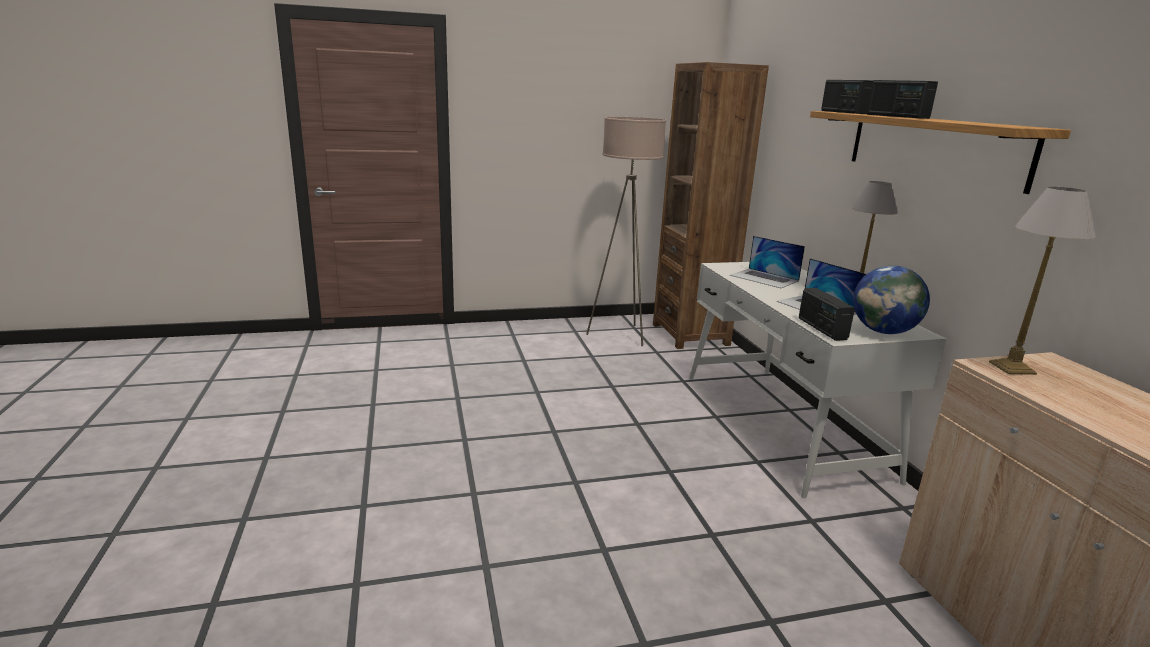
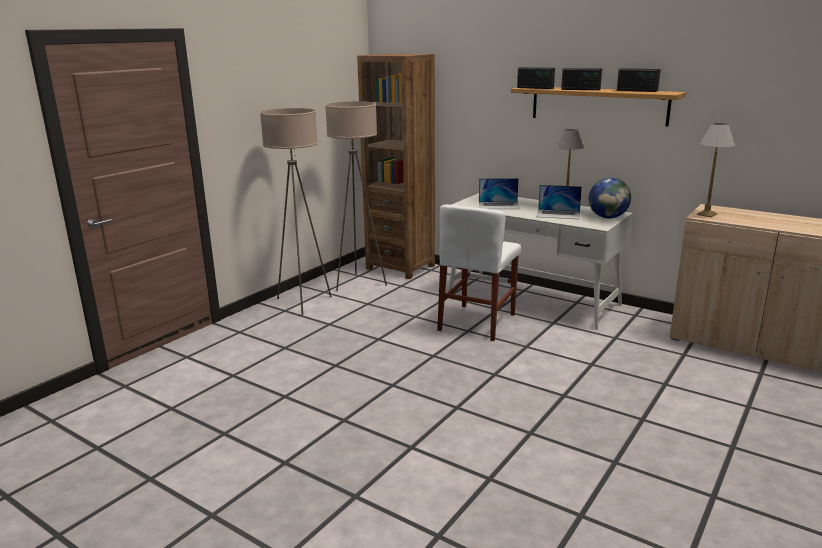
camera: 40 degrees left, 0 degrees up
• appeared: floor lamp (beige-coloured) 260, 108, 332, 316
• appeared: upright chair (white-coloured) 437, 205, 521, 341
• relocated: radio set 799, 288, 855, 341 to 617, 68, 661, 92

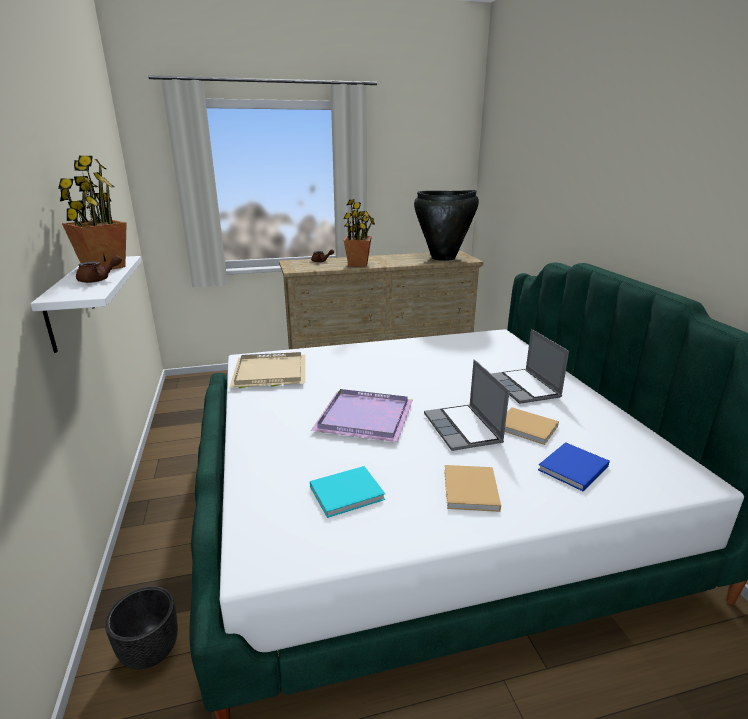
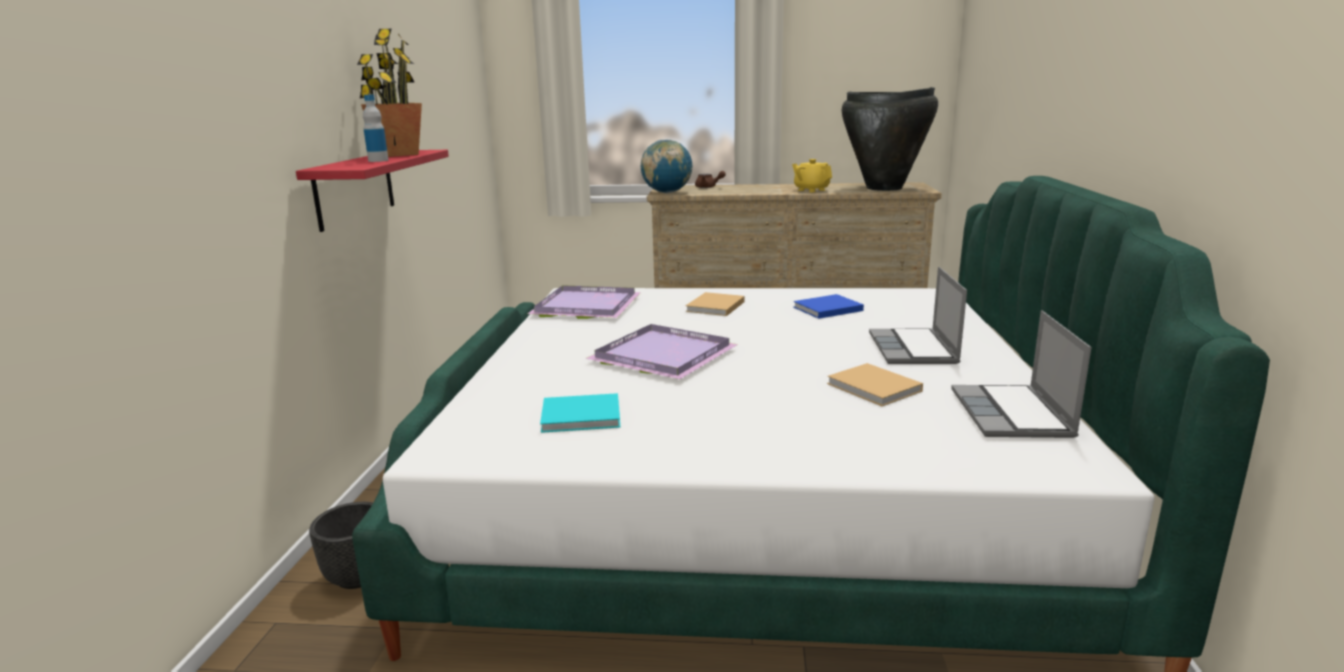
camera: 20 degrees right, 5 degrees down
• colour: shelf (white-coloured) 30, 256, 142, 353 to shelf (reddish) 296, 150, 449, 232
• exchanged: teapot (brownish) 76, 255, 122, 283 to beverage bottle 363, 95, 388, 162
• colour: serving tray (beige-coloured) 229, 352, 305, 388 to serving tray (purple) 528, 285, 641, 319
• appeared: desk globe 641, 140, 692, 193
• relocated: volume (beige-coloured) 444, 465, 501, 512 to 686, 292, 745, 316
• appeared: teapot (yellowish) 792, 159, 832, 192
• relocated: volume (blue-coloured) 538, 442, 610, 492 to 794, 294, 864, 319
• relocated: notebook computer 424, 360, 510, 451 to 951, 310, 1092, 438
• missing: potted plant 343, 199, 375, 267

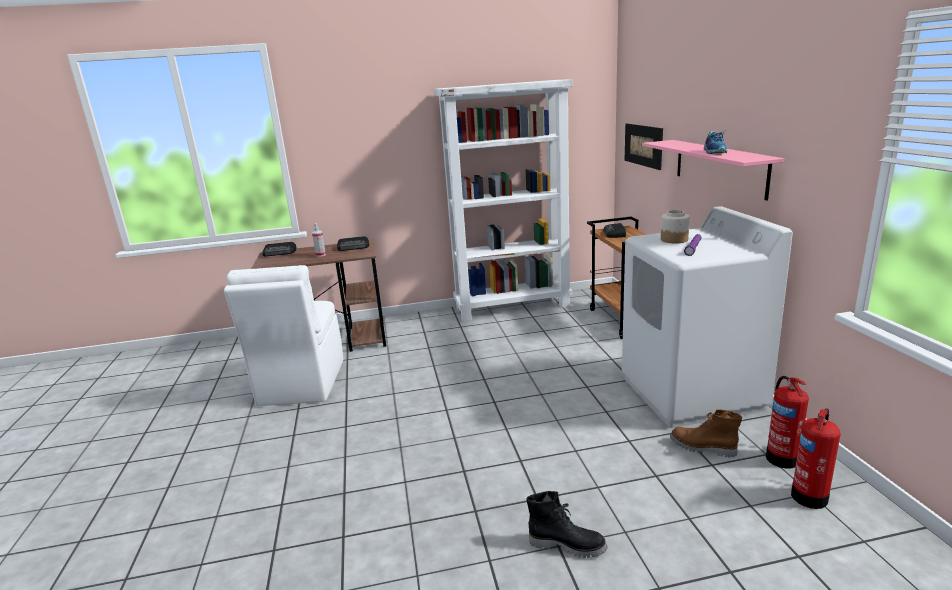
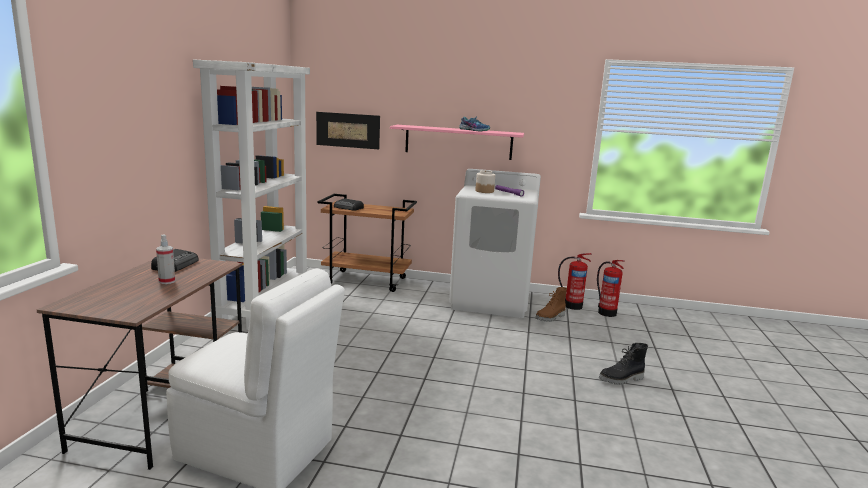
camera: 70 degrees left, 5 degrees down
• spun: high-top boot (black-coloured) 526, 491, 607, 558 = 599, 343, 648, 385 150 degrees counterclockwise
• missing: radio set 263, 242, 297, 256

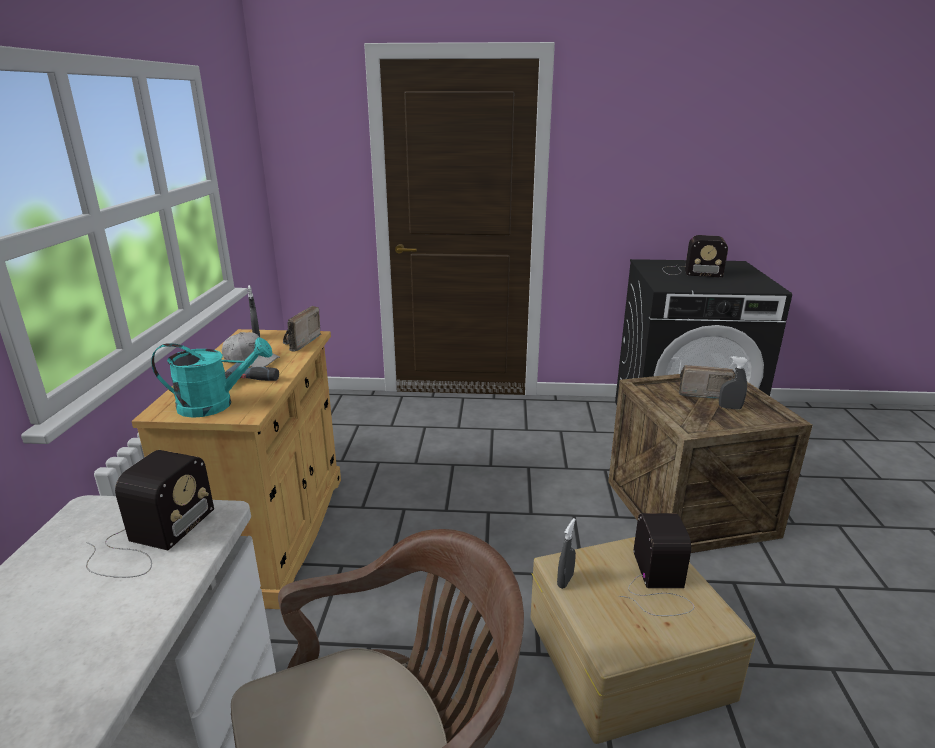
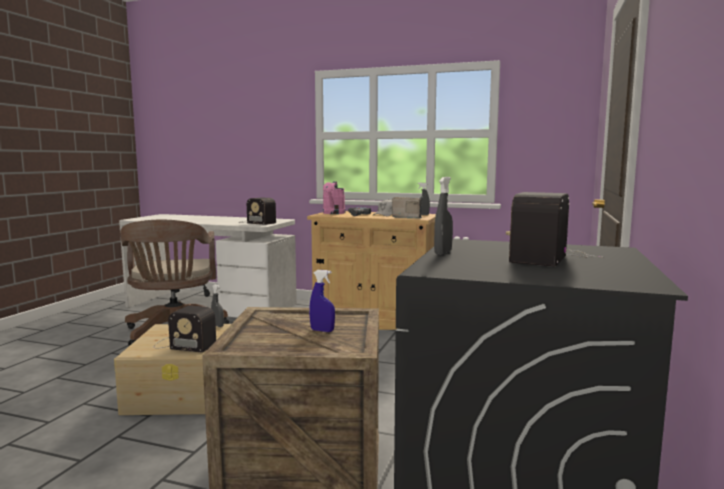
camera: 105 degrees right, 15 degrees down
• exchanged: radio set 679, 365, 735, 399 to hand sprayer (blue-coloured) 309, 270, 335, 332
• colour: watering pot (turquoise-coloured) 151, 337, 273, 418 to watering pot (pink-coloured) 323, 181, 345, 214
• relocated: hand sprayer (gray) 719, 356, 748, 410 to 434, 177, 453, 255

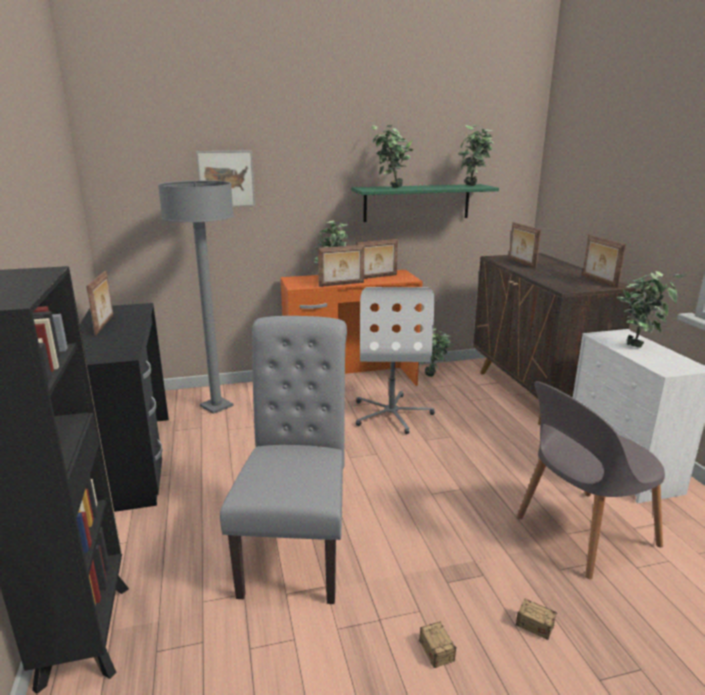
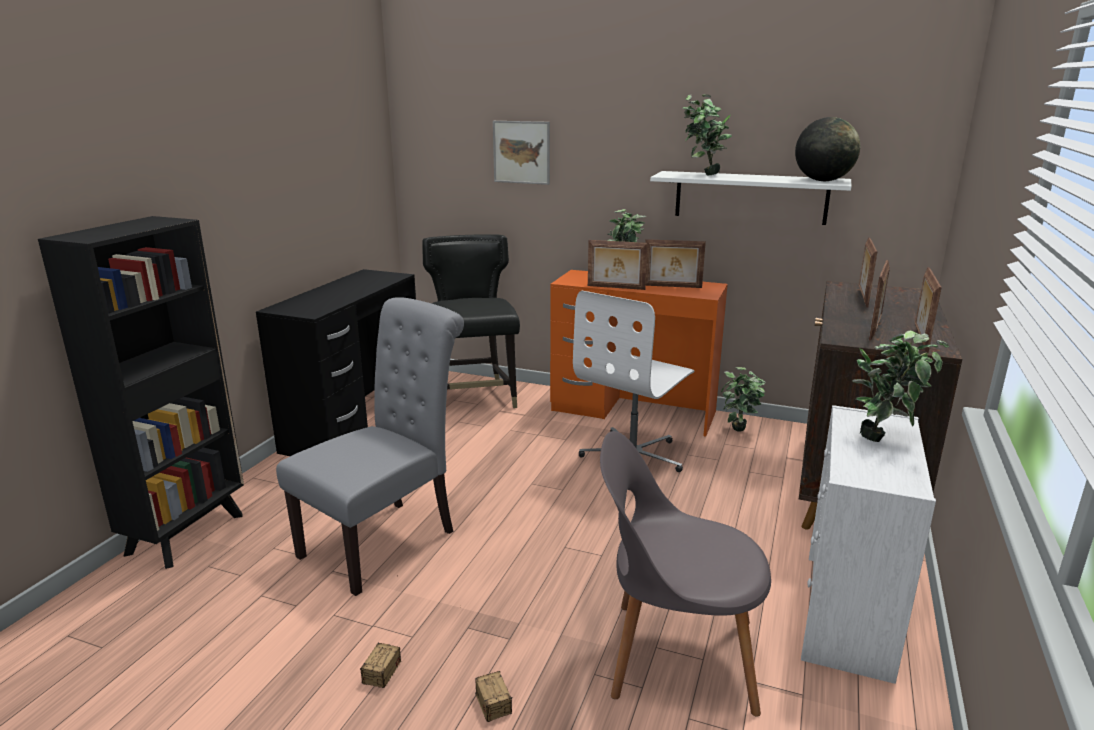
camera: 35 degrees right, 0 degrees up
• exchanged: floor lamp (gray) 158, 180, 234, 414 to upright chair (black-coloured) 422, 234, 520, 408
• colour: shelf (greenish) 351, 184, 499, 222 to shelf (white-coloured) 650, 171, 852, 225
• exchanged: potted plant 458, 125, 494, 186 to desk globe 795, 117, 860, 181
• relocated: picture frame 86, 271, 113, 335 to 869, 260, 890, 341

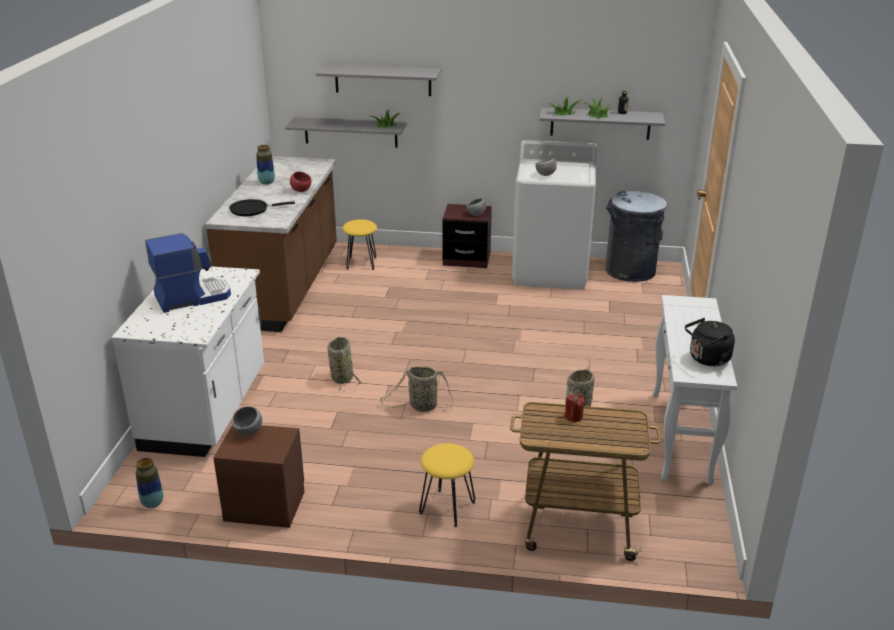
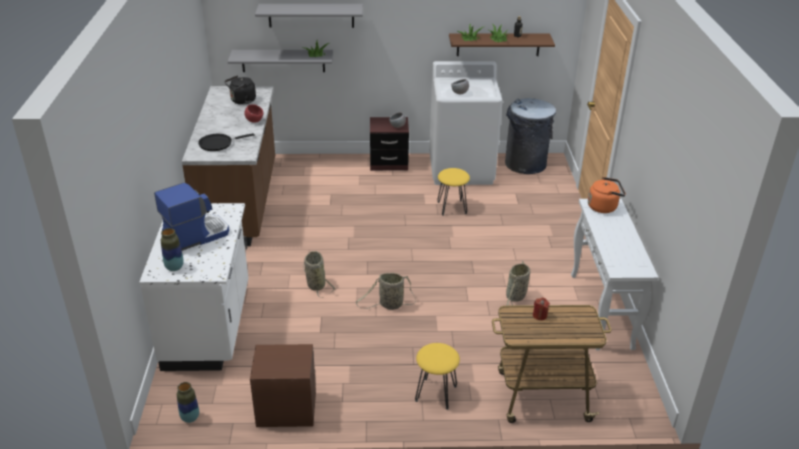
camera: 10 degrees left, 5 degrees up
• relocated: flower vase 256, 145, 275, 185 to 161, 228, 184, 271
• relocated: kettle (black-coloured) 685, 318, 735, 366 to 225, 76, 256, 105
• relocated: stool (yellowish) 342, 219, 377, 270 to 437, 168, 470, 216
• colour: shelf (gray) 539, 108, 665, 140 to shelf (brownish) 449, 33, 555, 56
• appeared: kettle (orange-coloured) 588, 177, 626, 213
• missing: bowl (gray) 232, 406, 262, 436

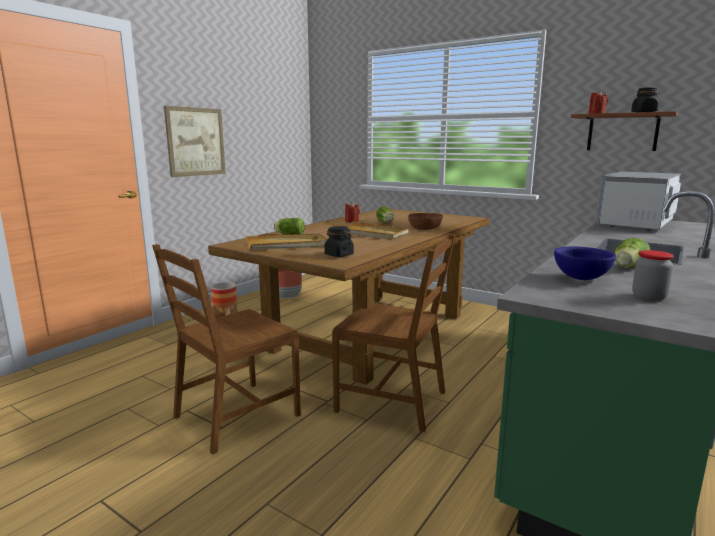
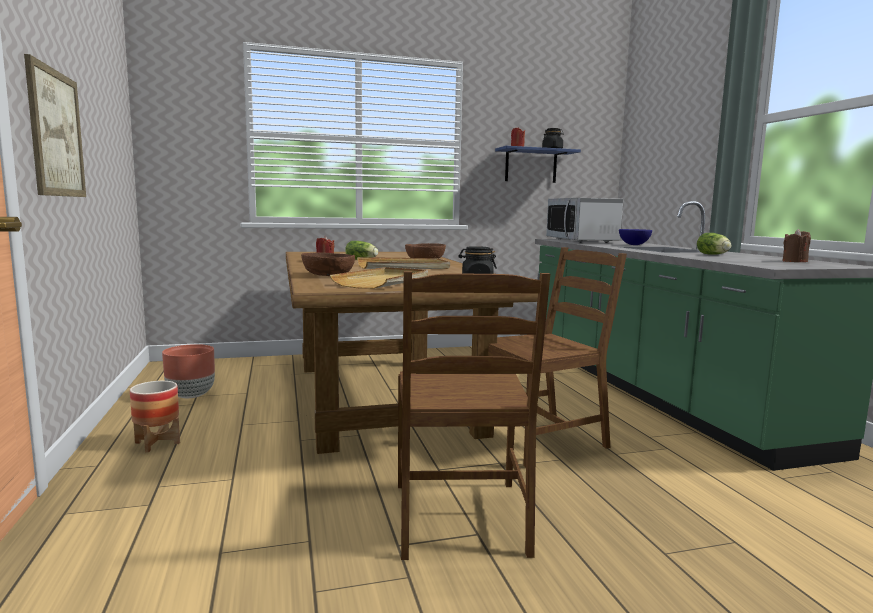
camera: 50 degrees left, 5 degrees down
• exchanged: lettuce 274, 218, 305, 235 to bowl (brownish) 301, 252, 355, 276
• colour: shelf (brownish) 571, 111, 678, 151 to shelf (blue-coloured) 495, 146, 581, 183
• relocated: bowl (blue-coloured) 554, 246, 616, 280 to 619, 229, 652, 245
• exchanged: storage jar 632, 250, 674, 301 to wax light (brownish) 782, 229, 811, 262

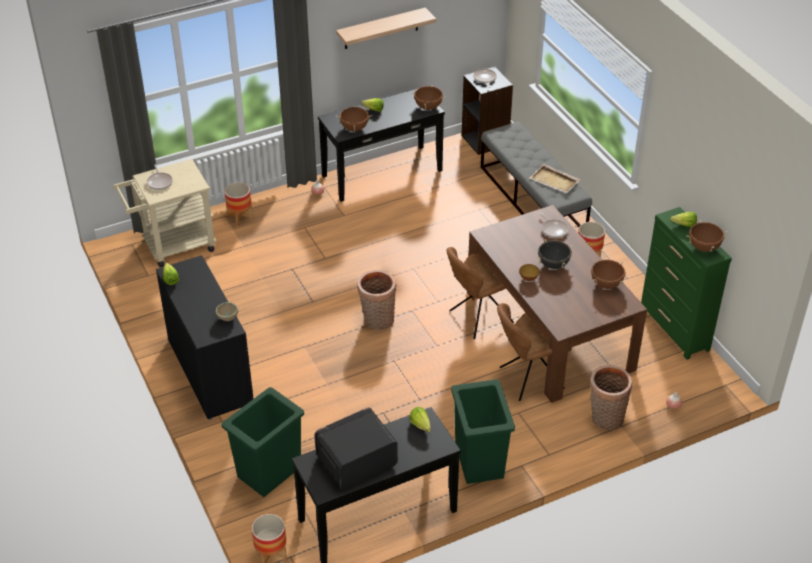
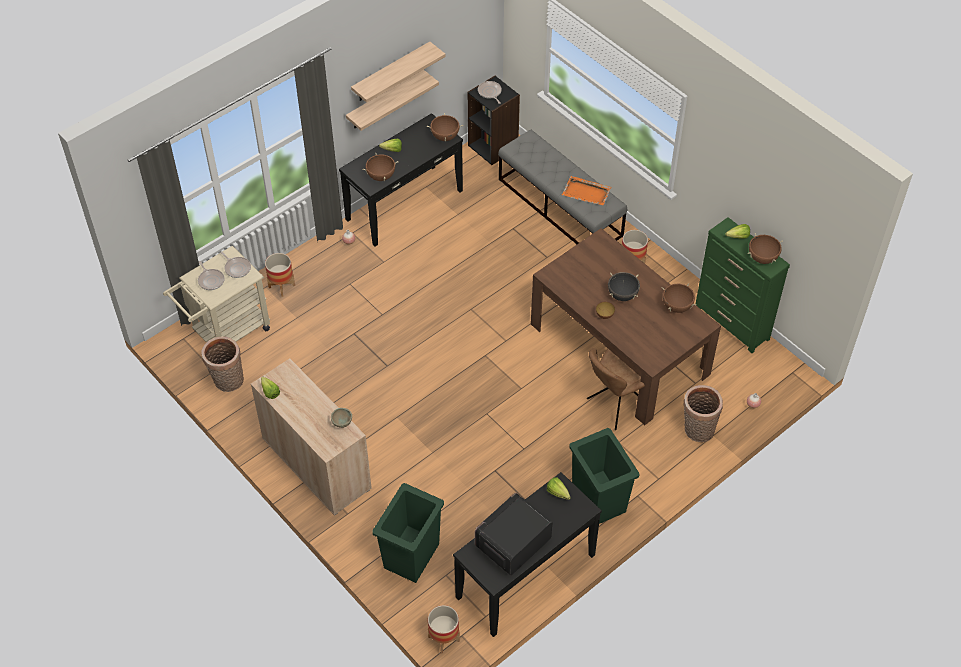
camera: 15 degrees left, 10 degrees up
• relocated: household basket 357, 270, 396, 330 to 201, 336, 244, 392
• relocated: skillet 539, 212, 569, 238 to 220, 252, 251, 278
• colour: cabinet (black-coloured) 156, 255, 254, 420 to cabinet (beige-coloured) 251, 358, 372, 516
• appeared: shelf 346, 70, 439, 131
• colour: serving tray (beige-coloured) 529, 164, 581, 193 to serving tray (orange-coloured) 562, 176, 612, 205
• missing: upright chair (brownish) 447, 247, 514, 339

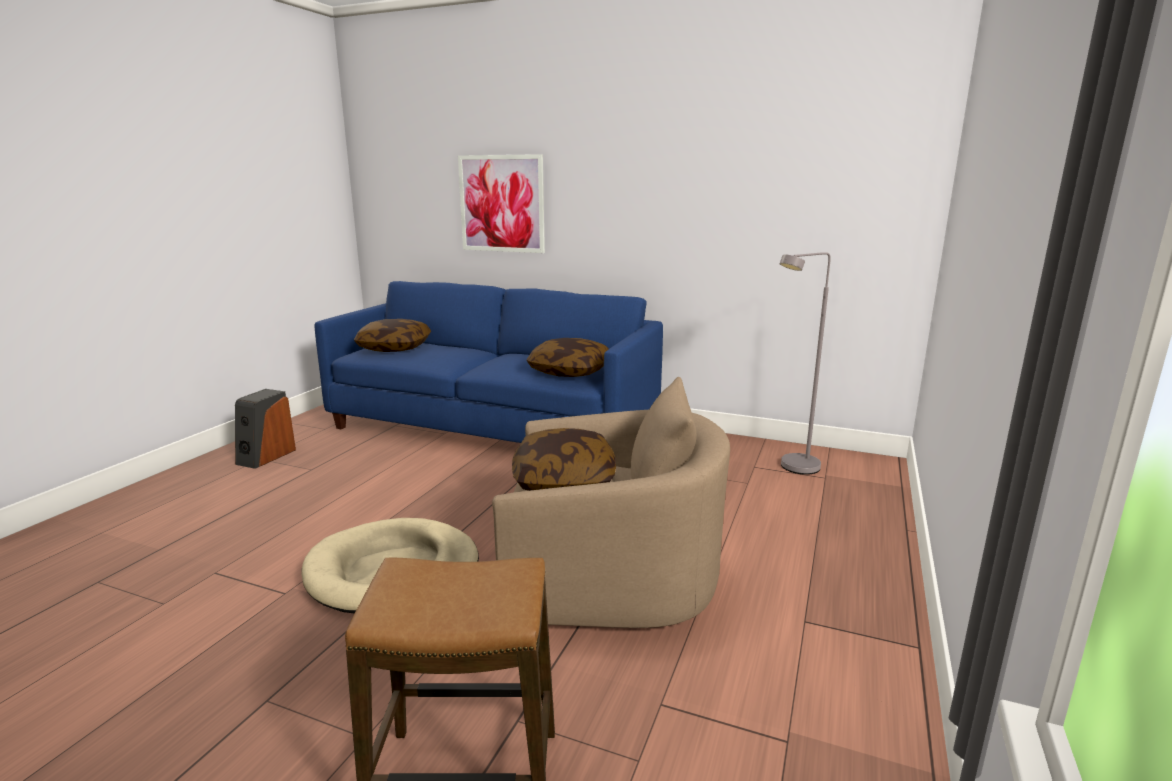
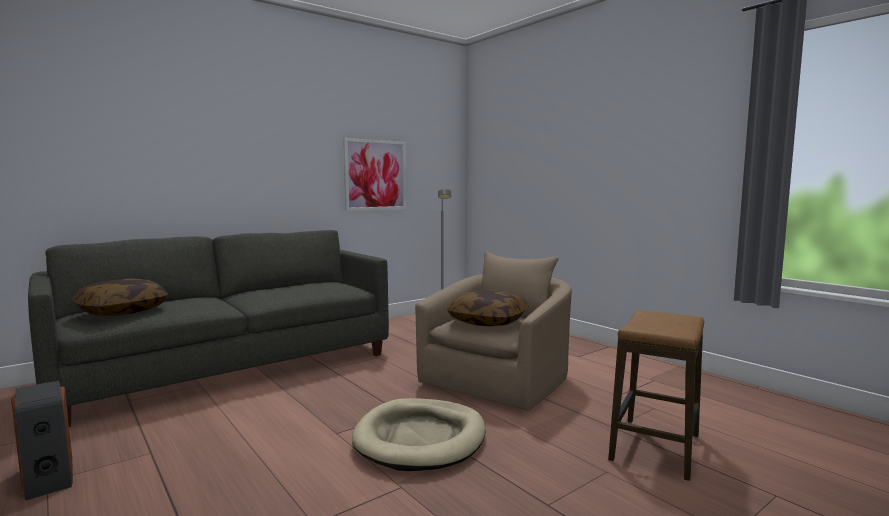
camera: 60 degrees left, 10 degrees down
• colour: couch (blue-coloured) 315, 281, 663, 443 to couch (gray) 28, 230, 389, 427
• relocated: wall picture 458, 154, 545, 253 to 344, 138, 406, 211
• missing: throw pillow 526, 338, 609, 377

